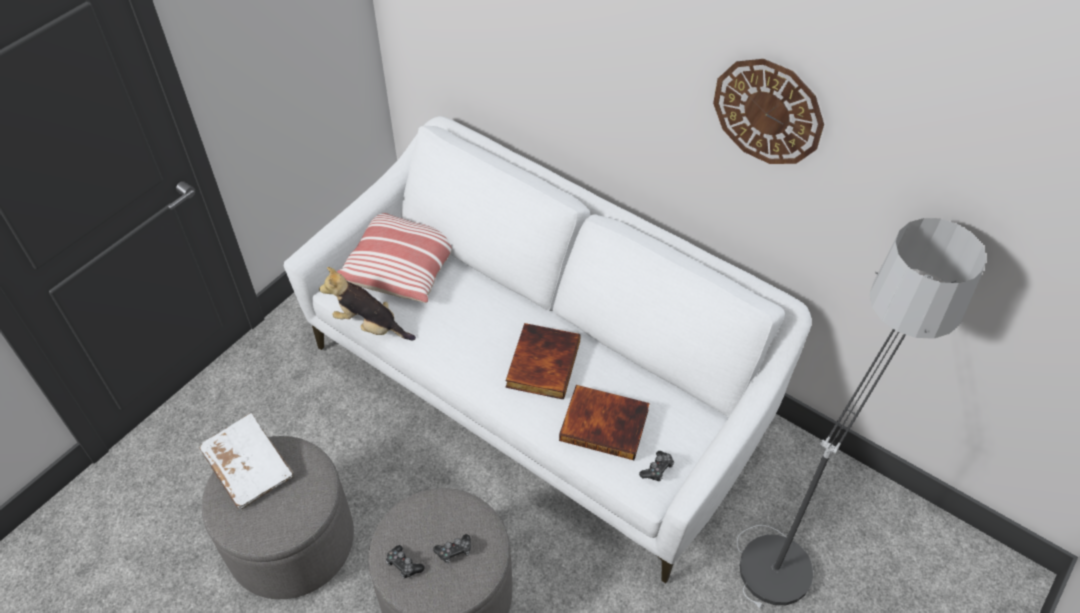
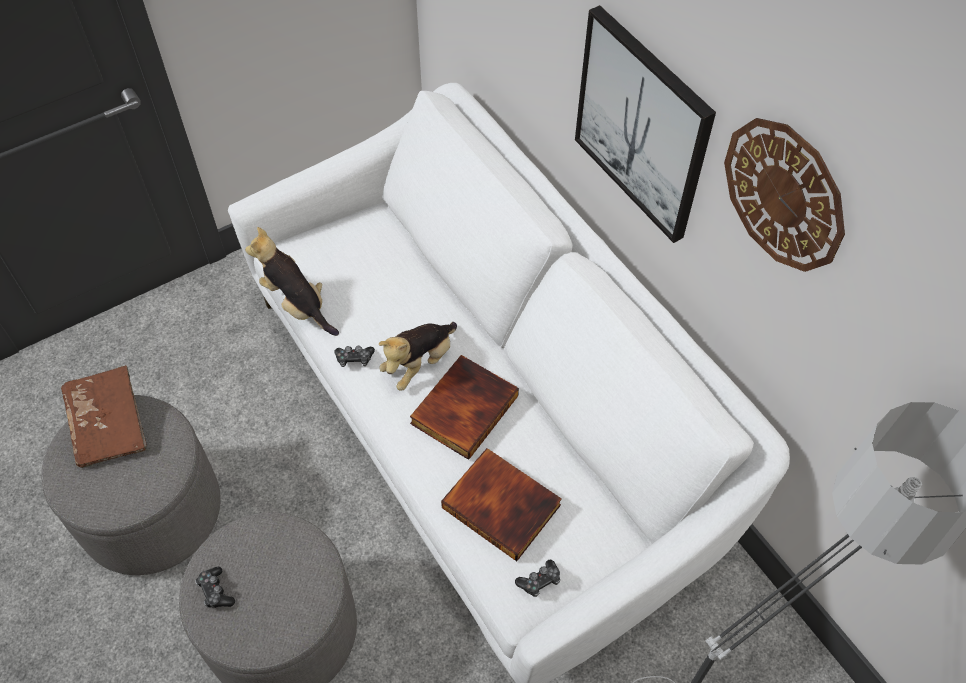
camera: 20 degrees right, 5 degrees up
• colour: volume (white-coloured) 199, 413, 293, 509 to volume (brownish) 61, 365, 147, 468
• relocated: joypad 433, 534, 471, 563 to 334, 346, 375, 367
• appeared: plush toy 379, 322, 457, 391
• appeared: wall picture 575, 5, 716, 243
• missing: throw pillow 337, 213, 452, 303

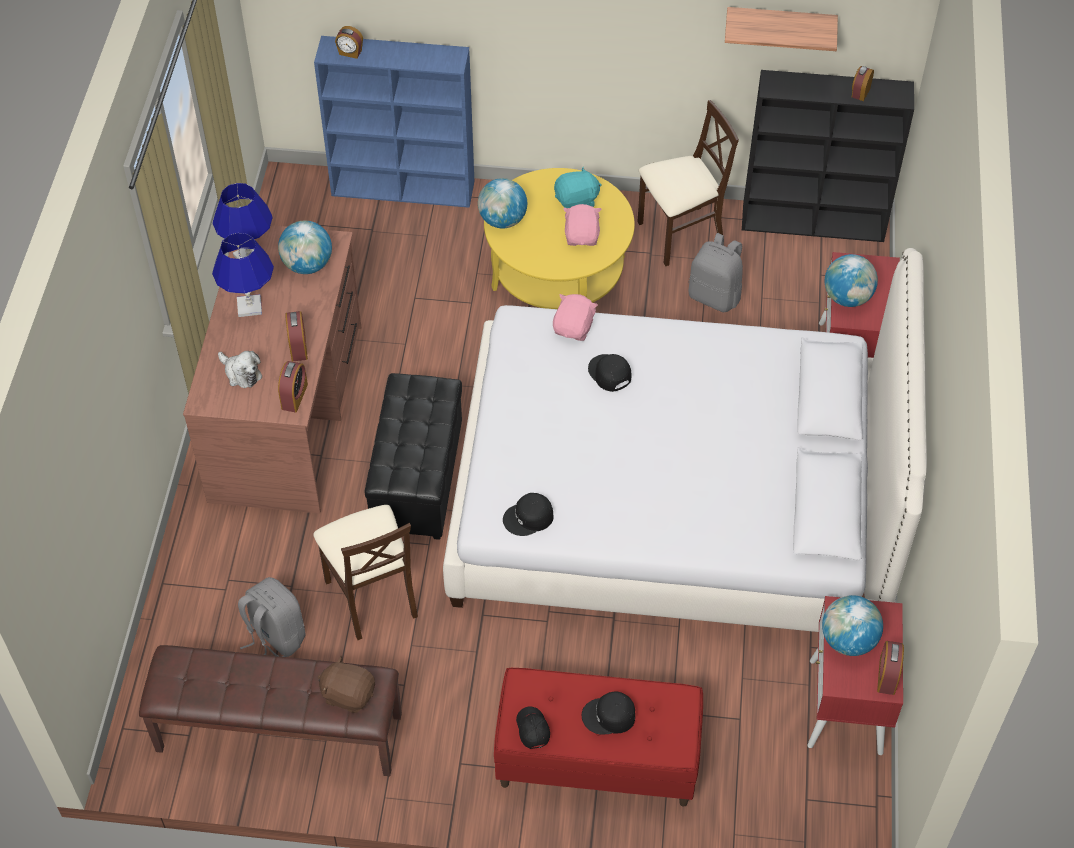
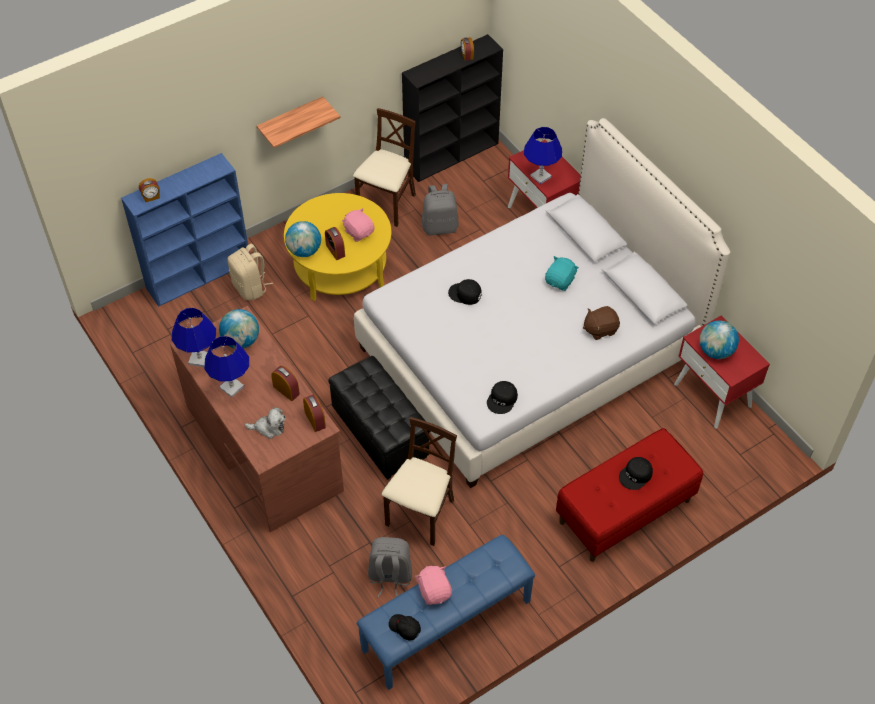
camera: 40 degrees left, 0 degrees up
• appeared: backpack (beige-coloured) 228, 244, 273, 300
• relocated: shelf 725, 7, 838, 51 to 257, 96, 341, 148
• relocated: alarm clock 877, 641, 904, 695 to 325, 227, 345, 260
• colour: bench (brownish) 139, 645, 402, 776 to bench (blue-coloured) 356, 535, 535, 690
• spun: upright chair (beige-coloured) 313, 505, 418, 640 = 382, 417, 457, 546 90 degrees counterclockwise
• relocated: cap (black-coloured) 516, 706, 550, 749 to 389, 614, 421, 641
• relocated: plush toy (pink-coloured) 553, 294, 598, 341 to 415, 566, 452, 605
• exchanged: desk globe 825, 254, 878, 307 to lamp for a table (blue-coloured) 524, 127, 562, 184
• relocated: plush toy (turquoise-coloured) 554, 166, 602, 208 to 545, 256, 579, 291
• relocated: plush toy (brownish) 318, 656, 375, 713 to 583, 306, 620, 340

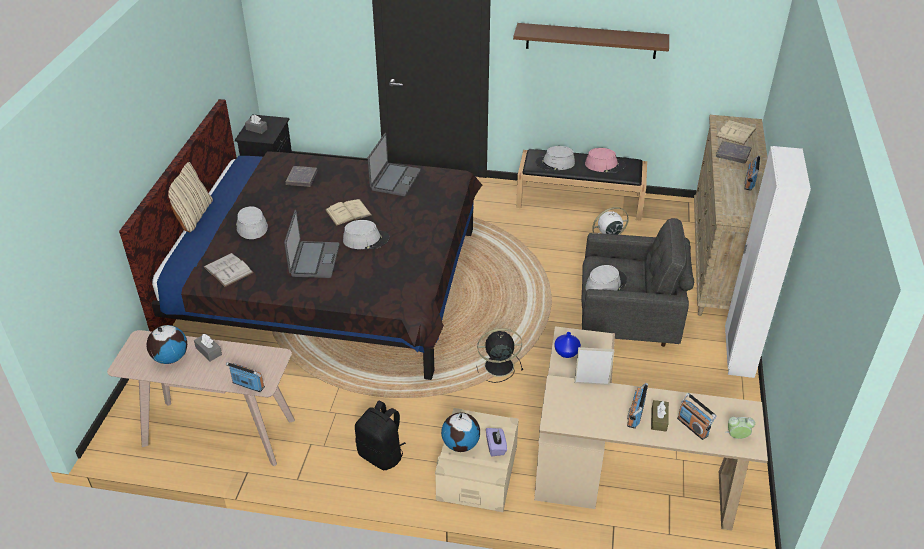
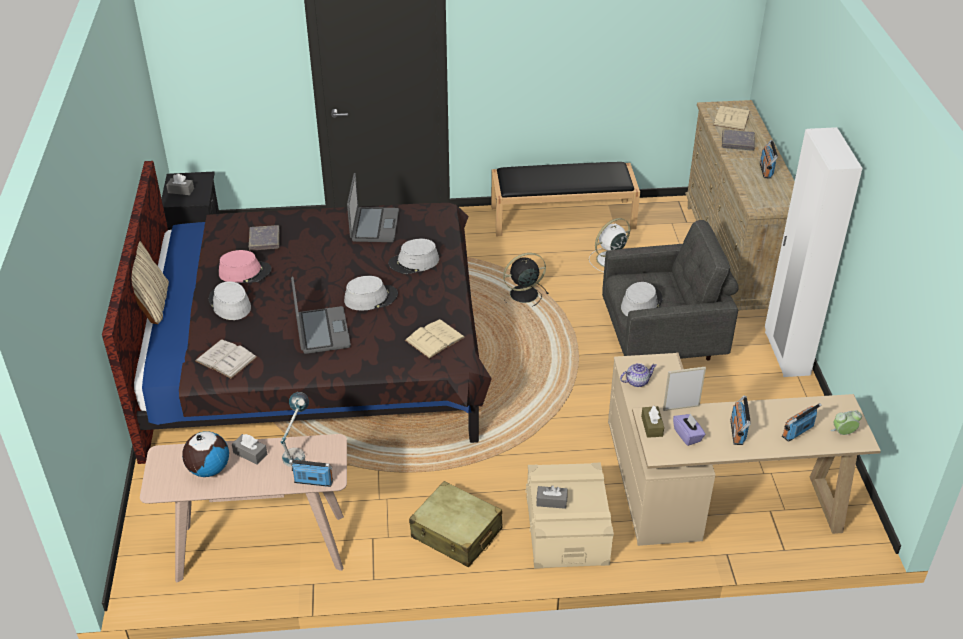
camera: 15 degrees left, 0 degrees up
• relocated: wearable hat (pink-coloured) 585, 148, 625, 173 to 219, 250, 272, 283
• appeared: lamp for a table 281, 392, 309, 467
• relocated: wearable hat (gray) 536, 146, 575, 171 to 388, 239, 439, 274
• relocated: volume (beige-coloured) 325, 199, 372, 226 to 405, 319, 465, 359
• exchanged: backpack (black-coloured) 355, 401, 406, 470 to suitcase (beige-coloured) 409, 481, 502, 567
• relocated: electric fan (black-coloured) 476, 328, 523, 383 to 503, 253, 549, 307
• exchanged: desk globe 441, 413, 480, 452 to tissue box (gray) 536, 485, 568, 509
• exchanged: flower vase (blue-coloured) 554, 332, 581, 358 to teapot 620, 363, 657, 387
• relocated: tissue box (brownish) 651, 400, 669, 432 to 641, 406, 664, 438
• relocated: tissue box (purple) 486, 428, 507, 456 to 673, 413, 705, 446
• spun: radio set 677, 393, 716, 440 = 782, 403, 822, 442 105 degrees clockwise
• missing: shelf (brownish) 513, 23, 669, 59

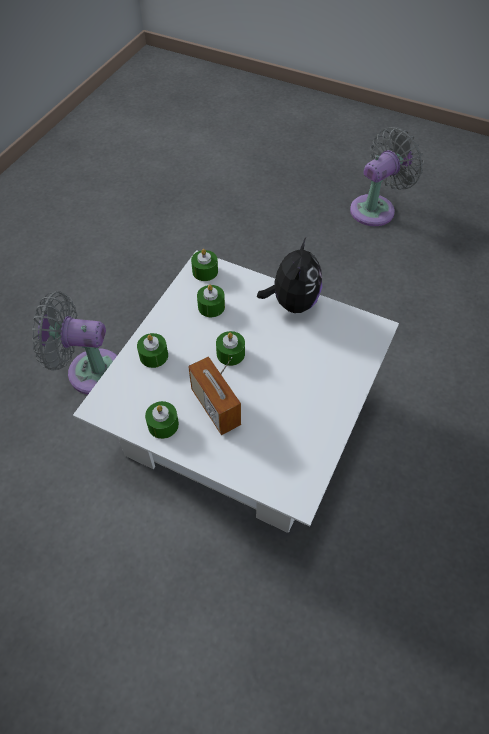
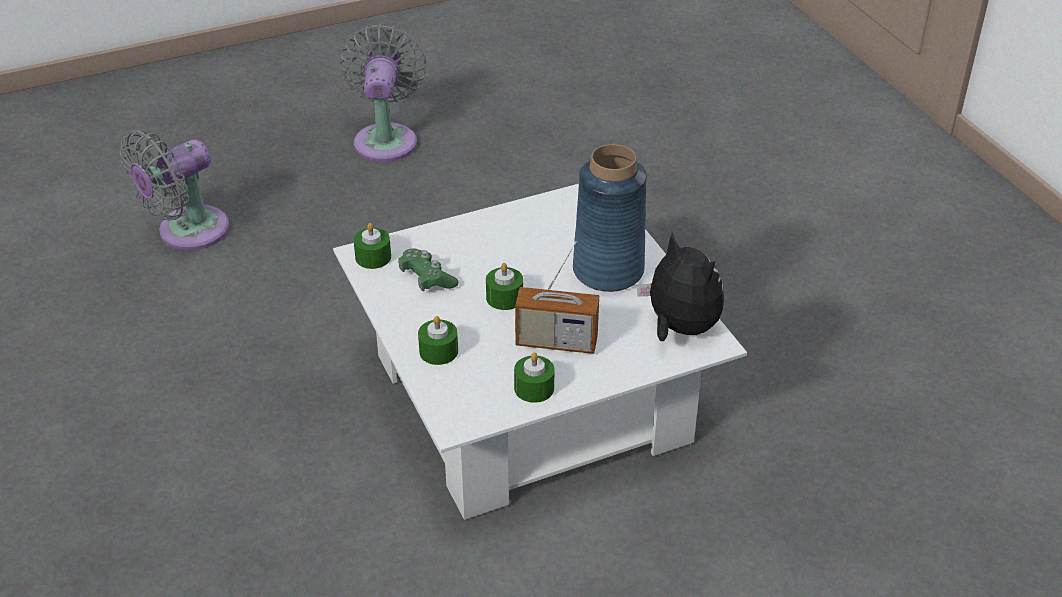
camera: 50 degrees left, 15 degrees down
• relocated: electric fan (gray) 32, 291, 117, 394 to 120, 129, 229, 250
• exchanged: wax light (greenish) 197, 285, 225, 317 to joypad (greenish) 398, 248, 459, 291
• appeared: flower vase (blue-coloured) 573, 144, 647, 292
• relocated: plush toy 257, 236, 322, 313 to 637, 233, 724, 341

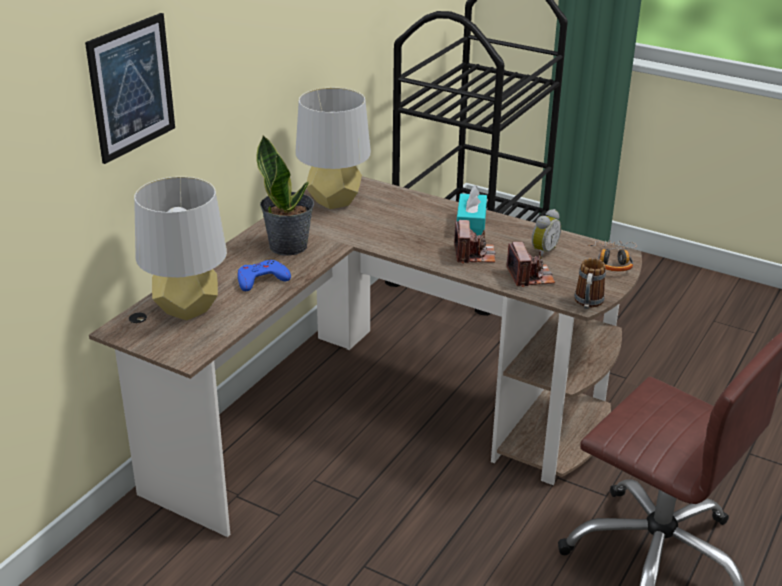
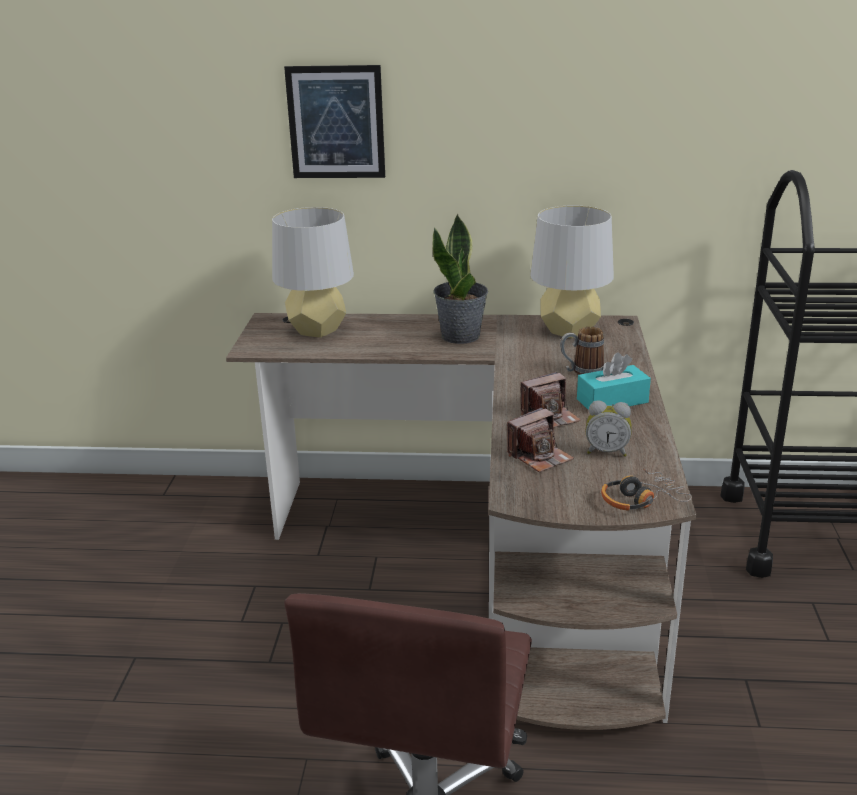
camera: 65 degrees right, 5 degrees down
• relocated: tea mug 574, 258, 606, 309 to 560, 327, 604, 375
• missing: joypad (blue-coloured) 238, 260, 291, 291

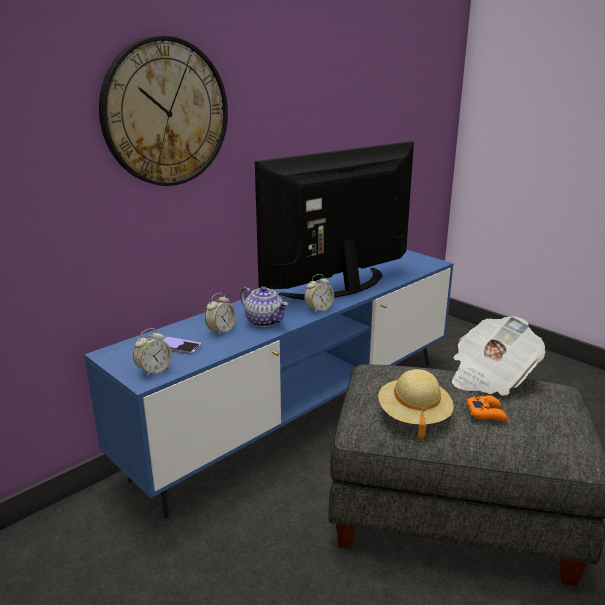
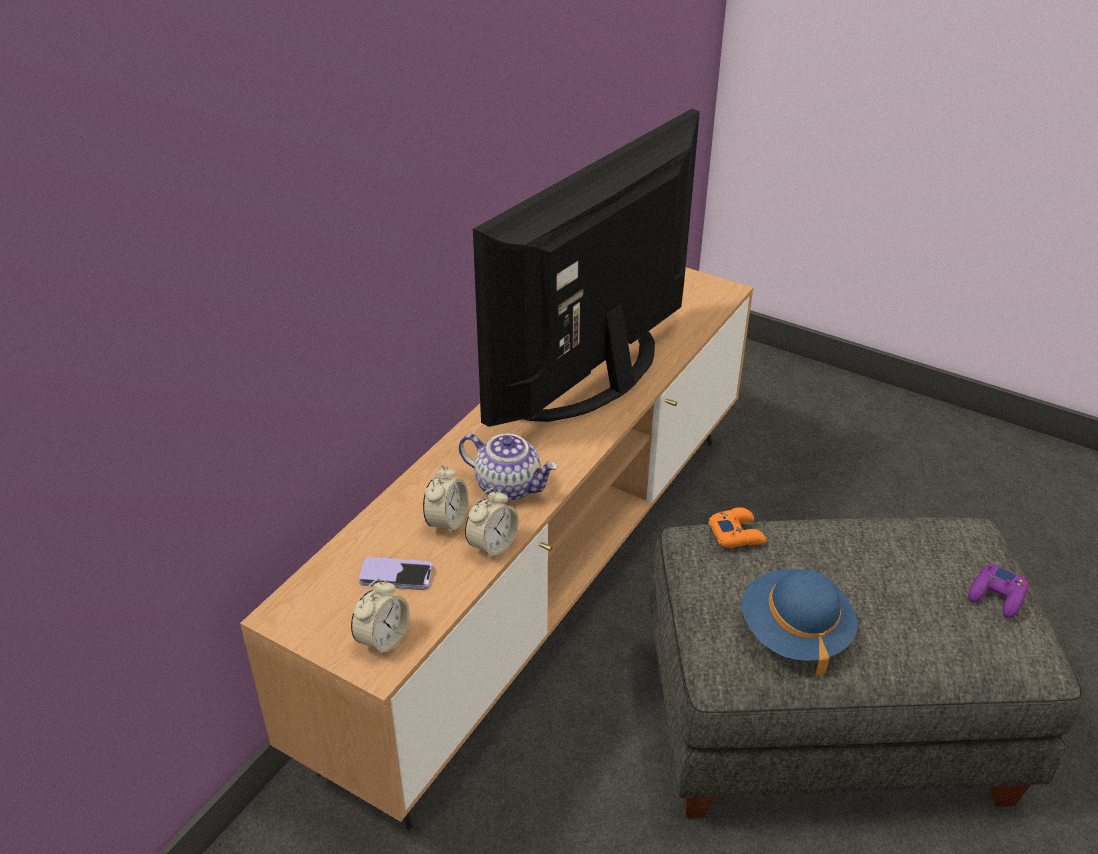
camera: 15 degrees left, 15 degrees up
• colour: tv stand (blue-coloured) 84, 250, 454, 519 to tv stand (brownish) 240, 267, 753, 830
• relocated: alarm clock 304, 274, 334, 314 to 465, 488, 519, 561
• relocated: joypad (orange-coloured) 466, 395, 508, 421 to 708, 507, 766, 548
• colour: wearable hat (beige-coloured) 378, 369, 454, 439 to wearable hat (blue-coloured) 742, 569, 858, 676
• appeared: joypad (purple) 968, 564, 1029, 618
• missing: clock on the wall 99, 36, 228, 186
• missing: newspaper 452, 316, 545, 396

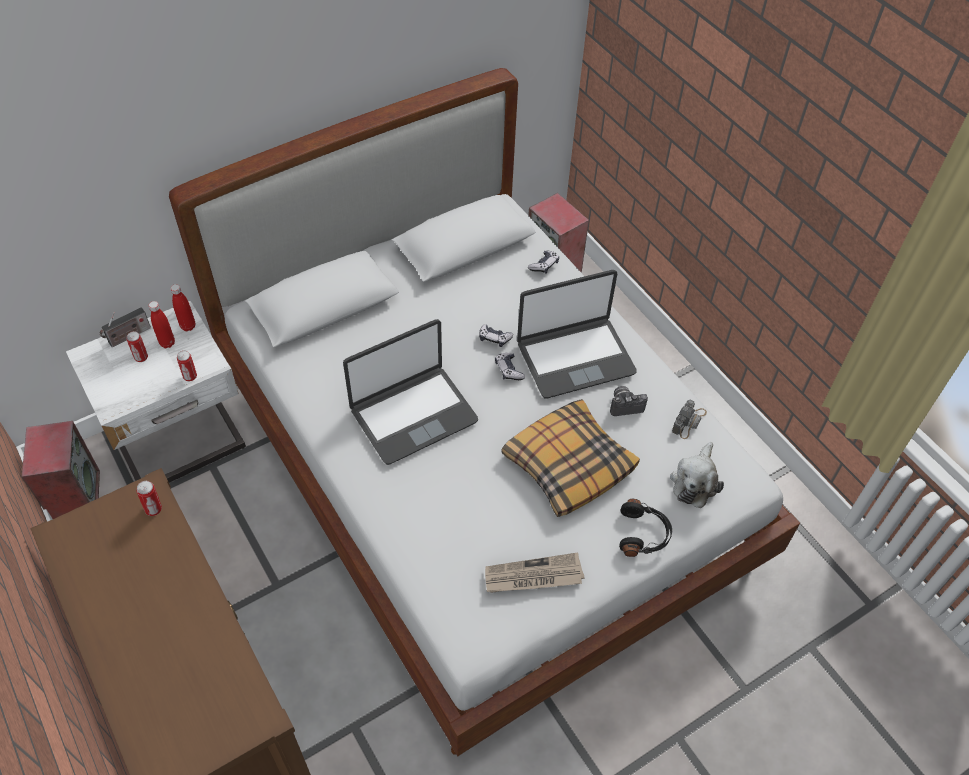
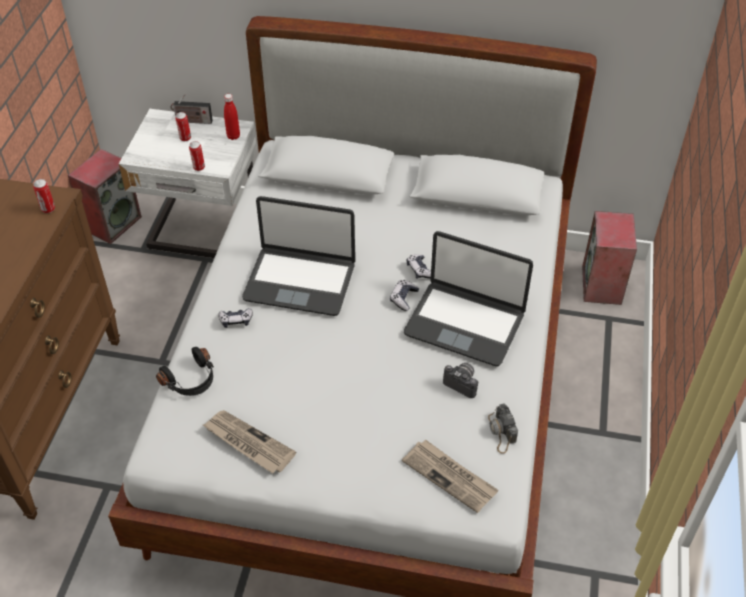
camera: 45 degrees right, 5 degrees down
• relocated: pair of headphones (black-coloured) 619, 499, 672, 557 to 156, 347, 214, 396
• relocated: joypad 528, 251, 559, 274 to 219, 308, 253, 328
• exchanged: plush toy 670, 442, 724, 508 to newspaper 402, 439, 499, 513
• spun: photo camera 672, 400, 707, 439 = 488, 403, 518, 454 90 degrees clockwise
• missing: beverage bottle (reddish) 149, 301, 175, 348
• missing: throw pillow 502, 399, 640, 517

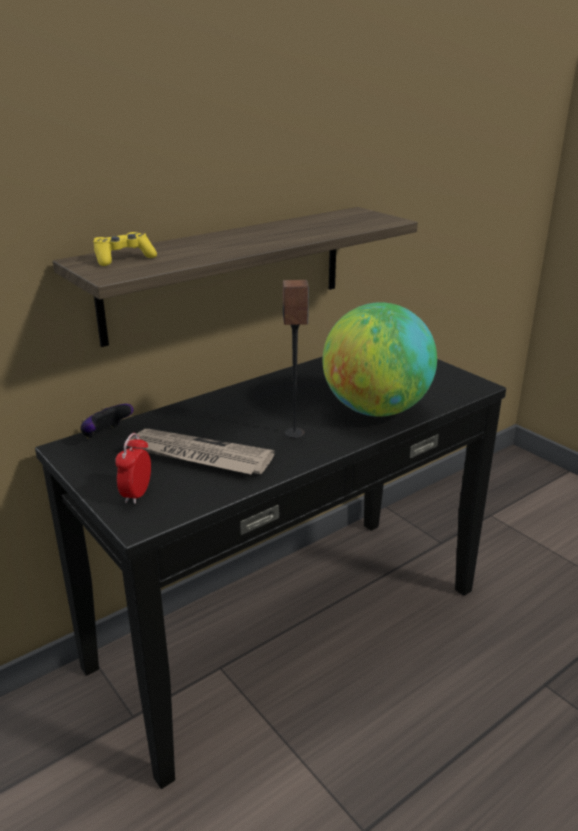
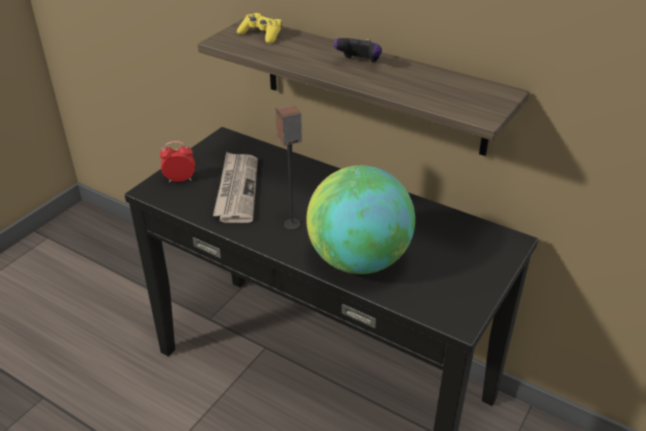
camera: 70 degrees right, 10 degrees up
• relocated: joypad 80, 404, 133, 439 to 334, 38, 382, 63

